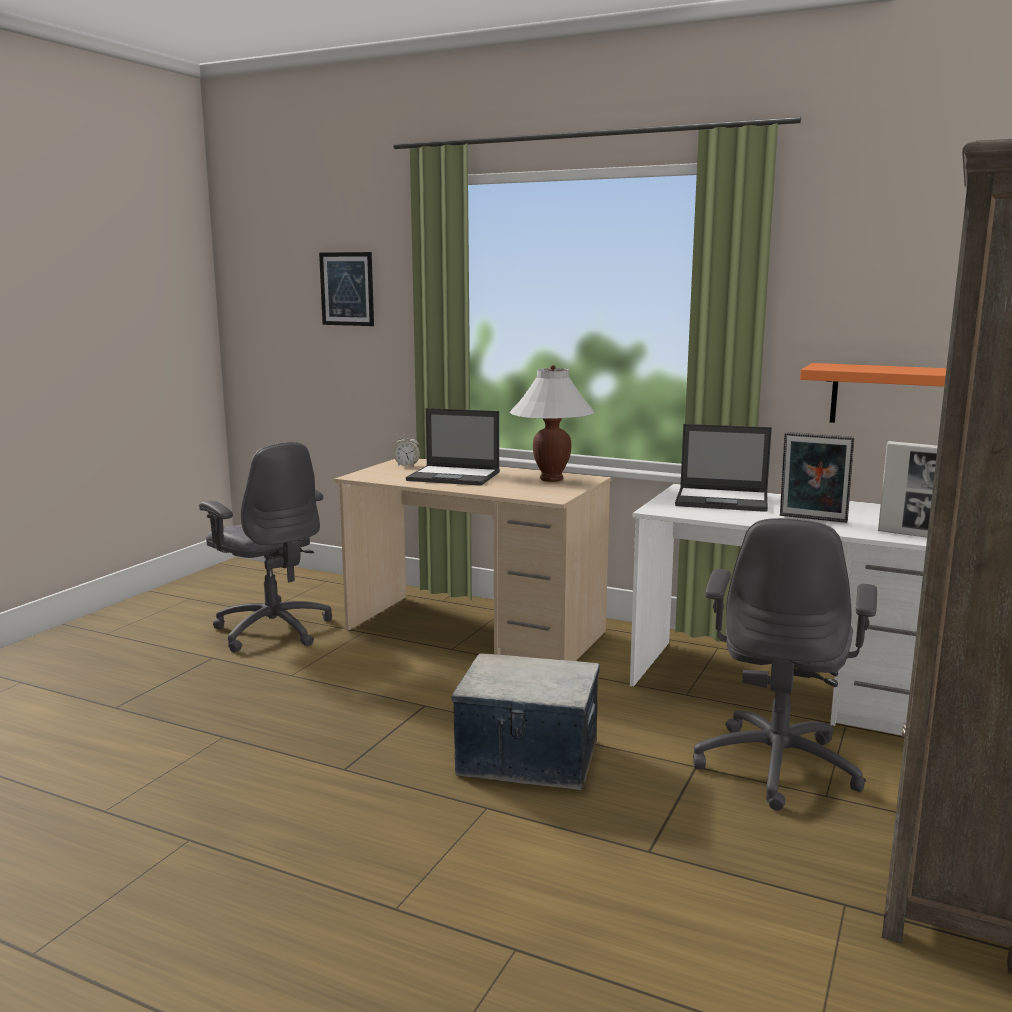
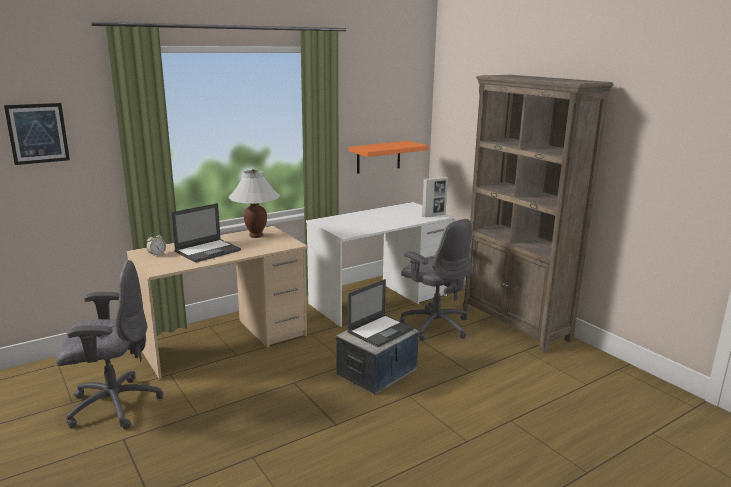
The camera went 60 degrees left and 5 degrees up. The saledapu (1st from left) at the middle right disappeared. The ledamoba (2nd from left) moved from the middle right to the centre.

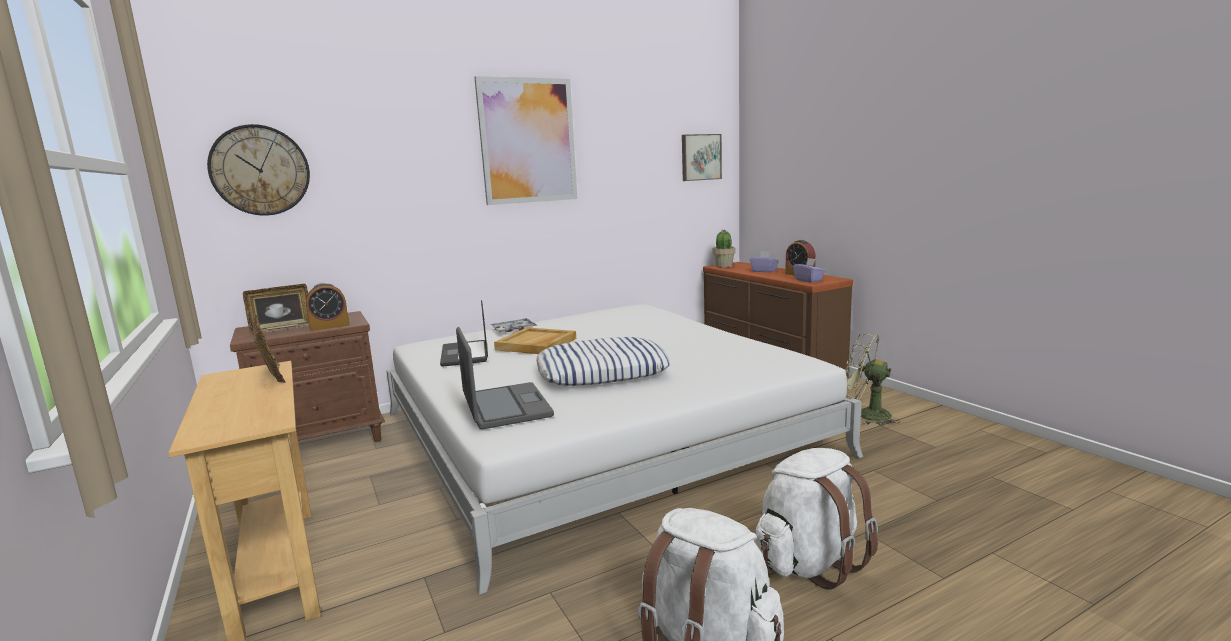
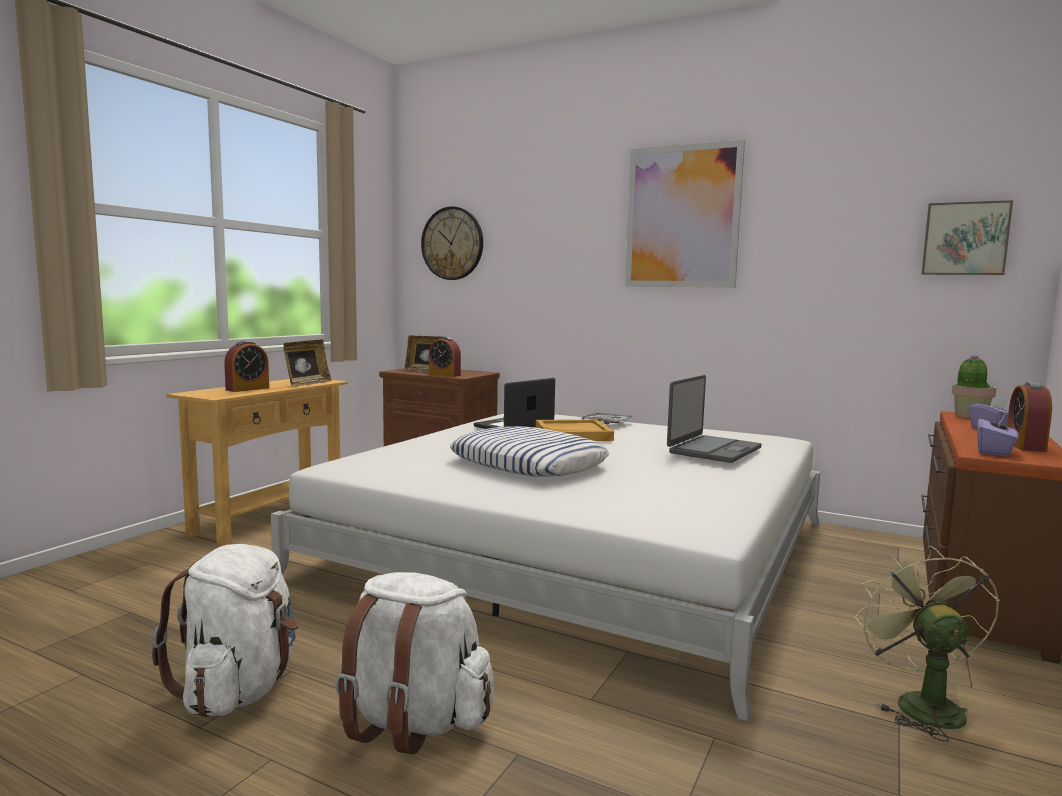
The camera went 55 degrees right and 5 degrees down. The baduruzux (1st from left) at the middle left appeared. The ledamoba (2nd from left) moved from the centre to the middle right.

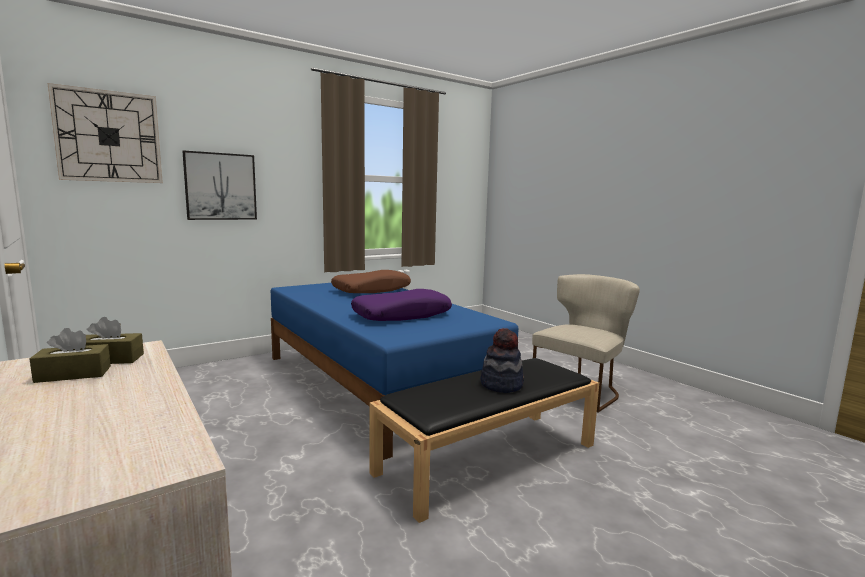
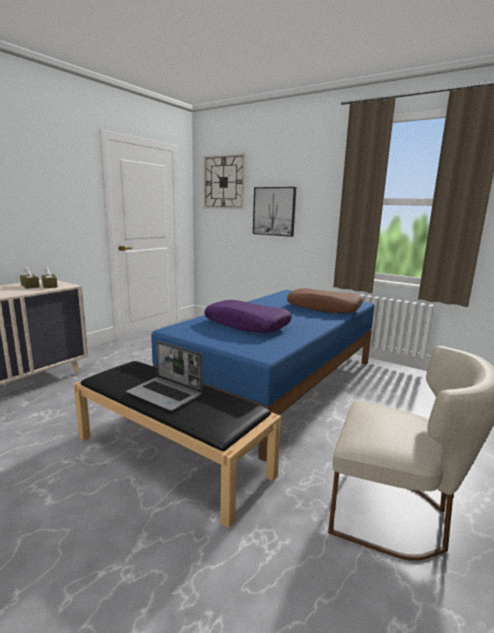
The camera went 70 degrees right and 5 degrees up. The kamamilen at the centre was replaced by the ledamoba at the middle left.

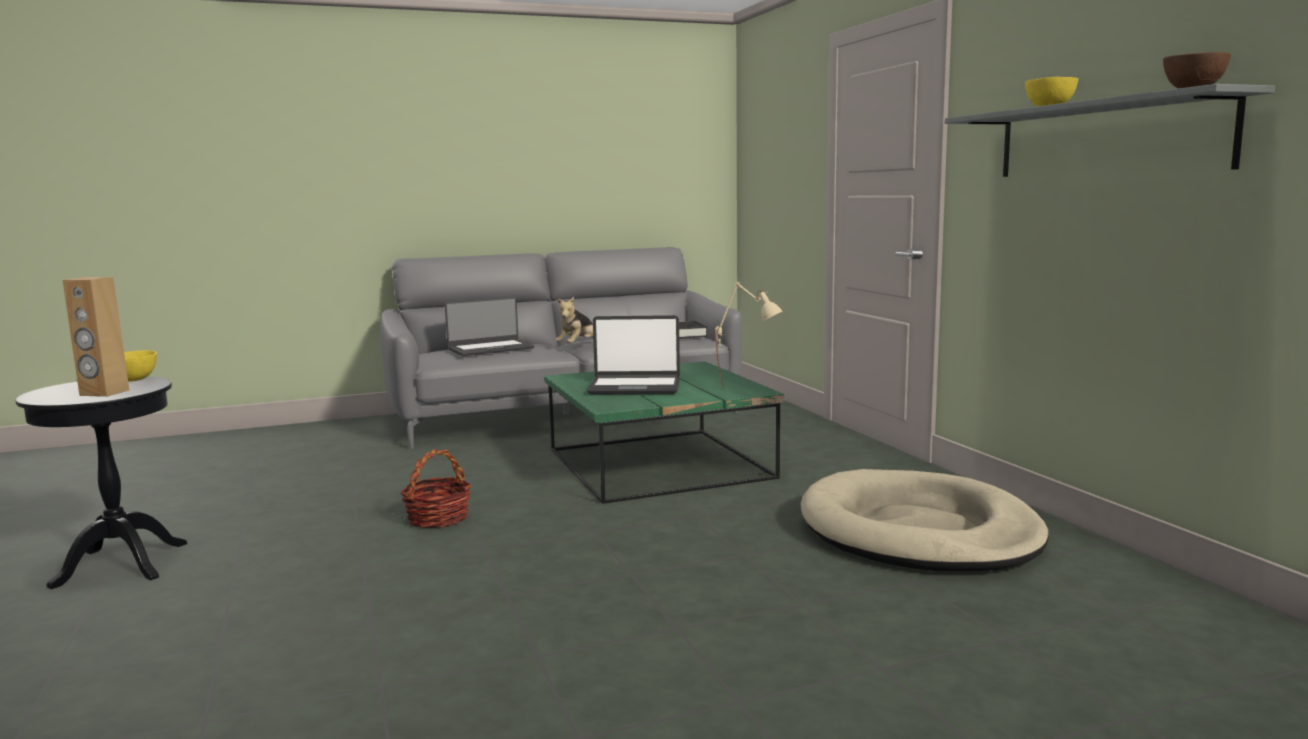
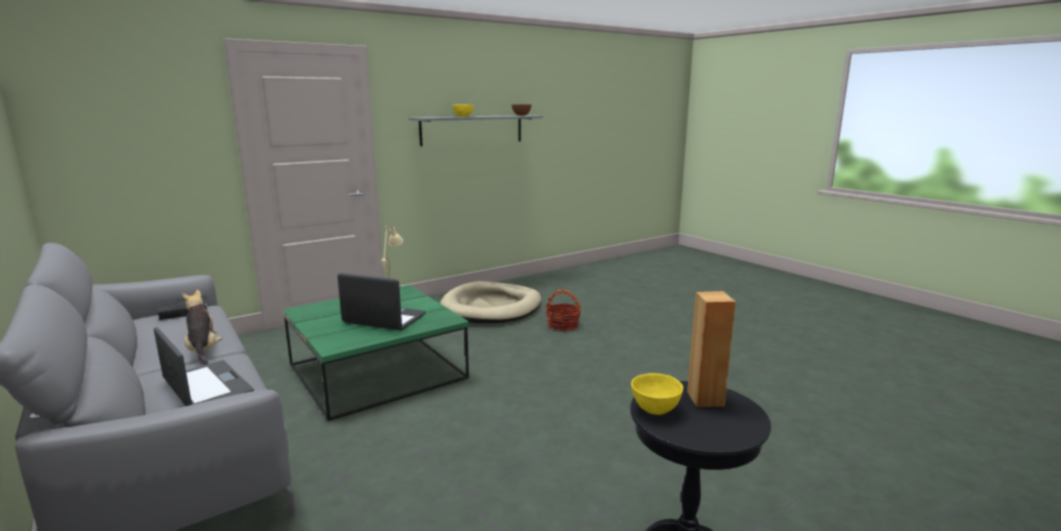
The camera went 105 degrees left and 5 degrees up. The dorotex moved from the middle left to the centre. The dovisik at the centre turned 135 degrees counterclockwise. The ledamoba (2nd from left) at the centre turned 60 degrees counterclockwise.

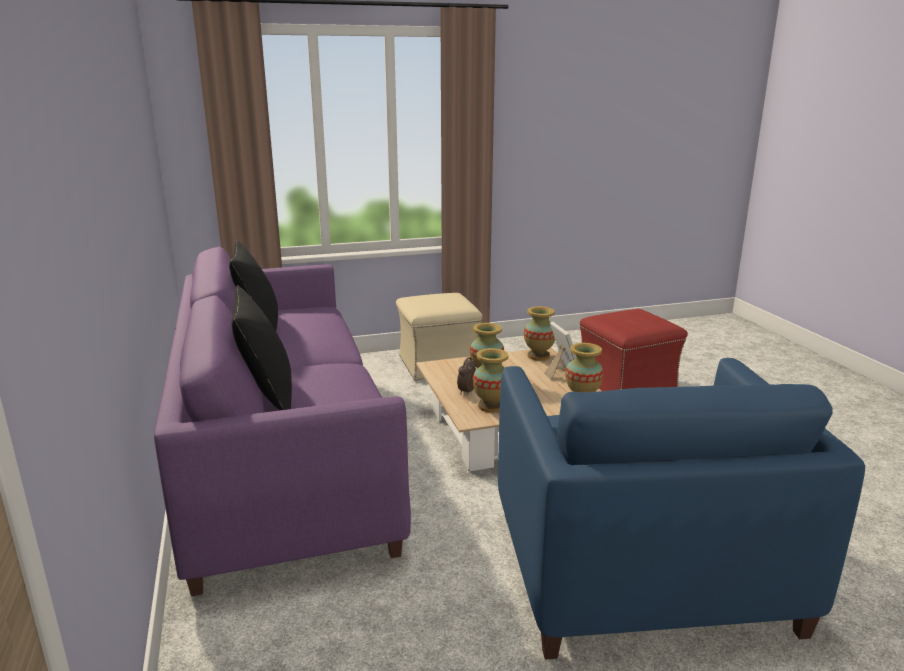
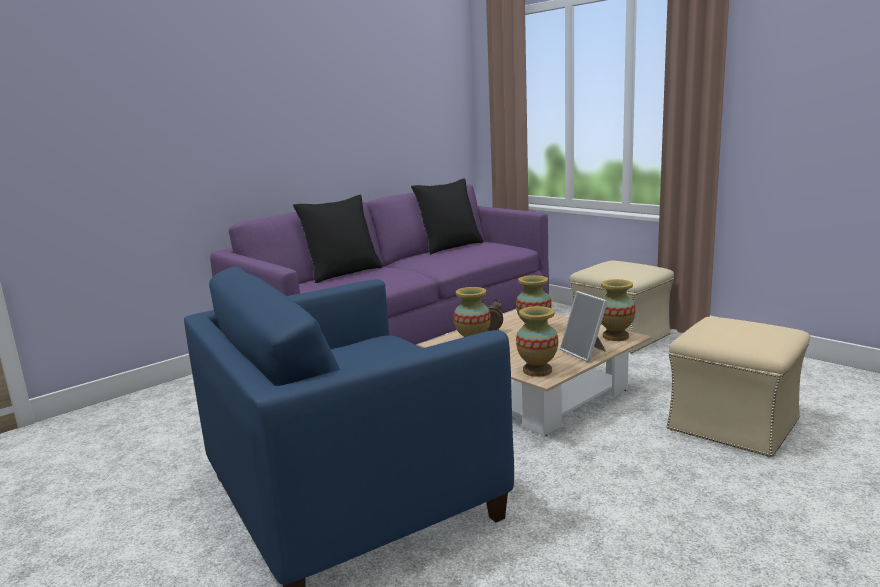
The camera went 65 degrees right and 5 degrees down. The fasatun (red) at the middle right became the fasatun (beige) (2nd from left) at the middle right. The saledapu at the centre turned 105 degrees clockwise.

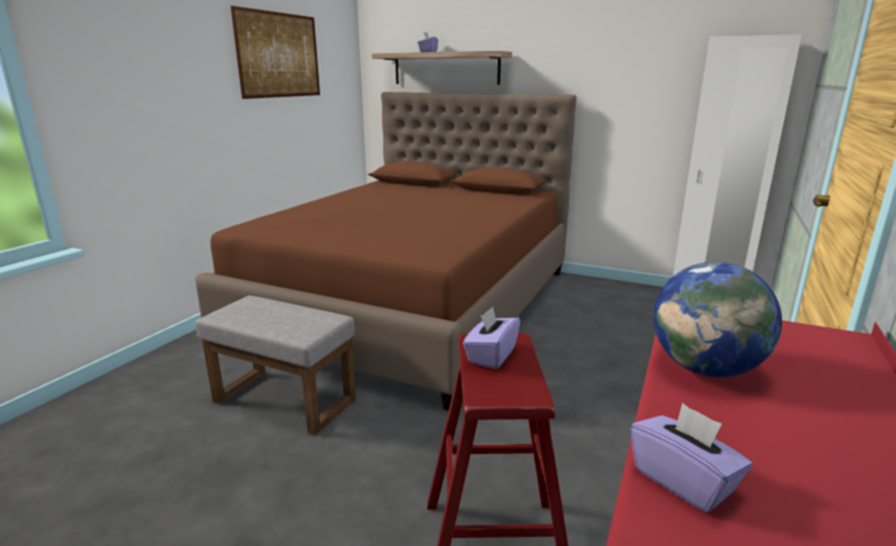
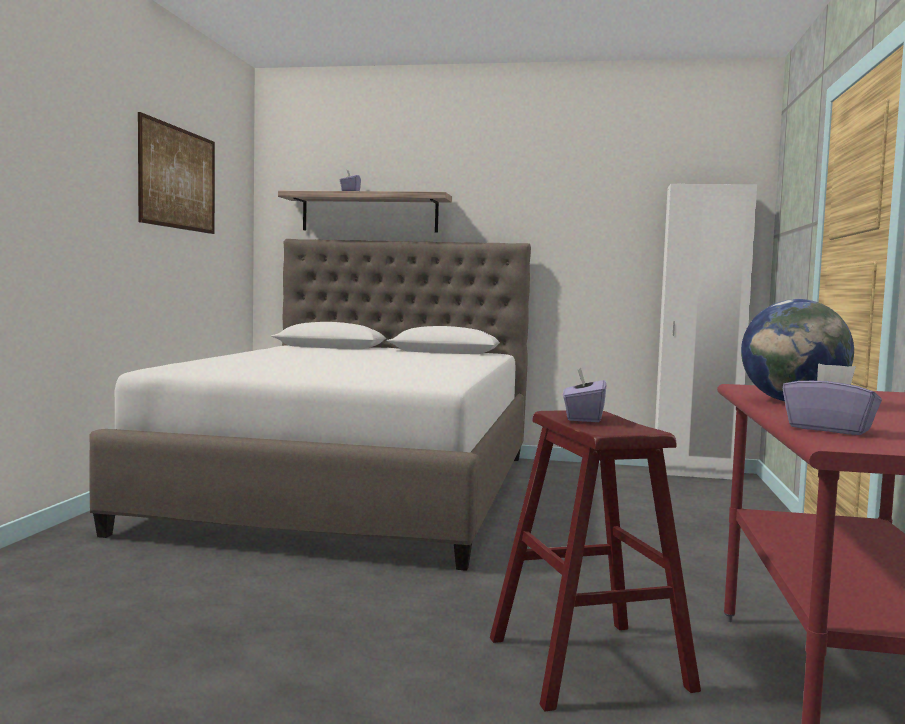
The camera went 15 degrees left and 15 degrees down. The fasatun (grey) at the bottom left disappeared. The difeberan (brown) at the centre became the difeberan (white) at the centre.

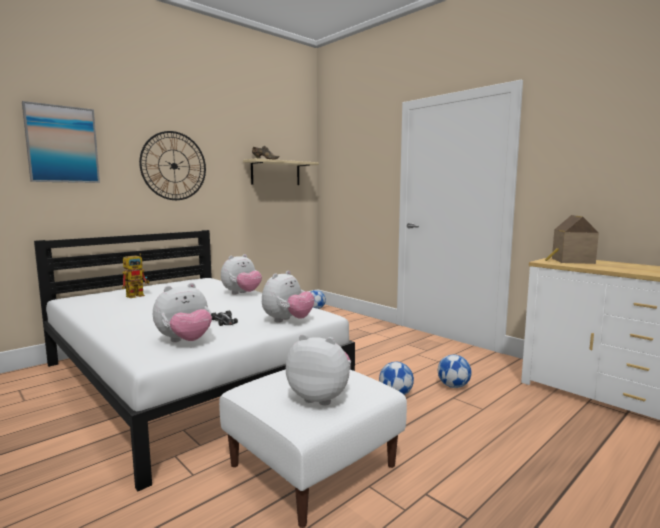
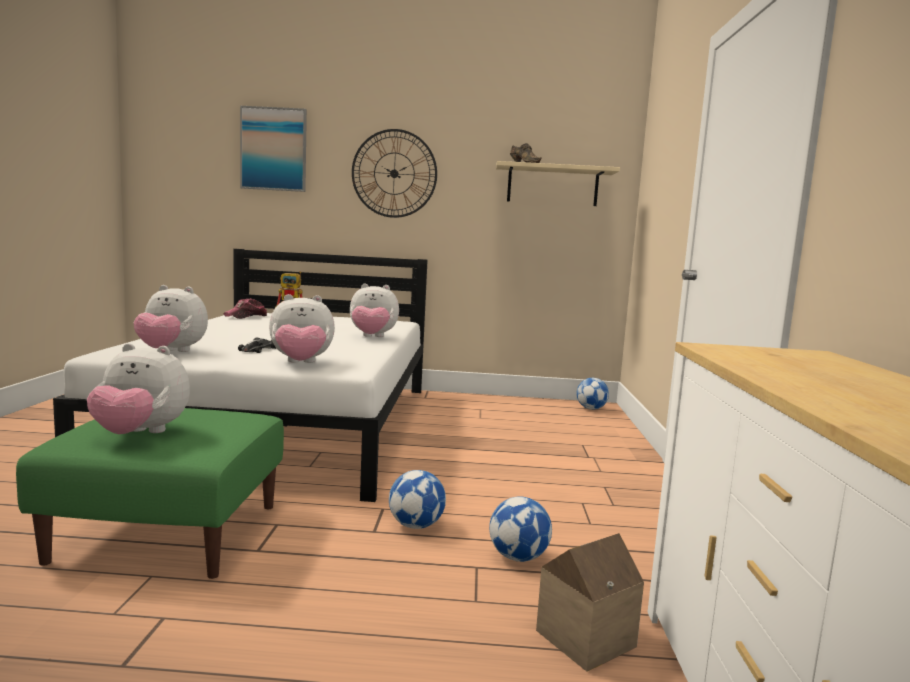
The camera went 45 degrees right and 0 degrees up. The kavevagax at the middle left appeared. The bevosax moved from the middle right to the bottom centre. The fasatun (white) at the bottom centre became the fasatun (green) at the bottom left. The dovisik (4th from left in the first image) at the bottom centre turned 120 degrees clockwise.

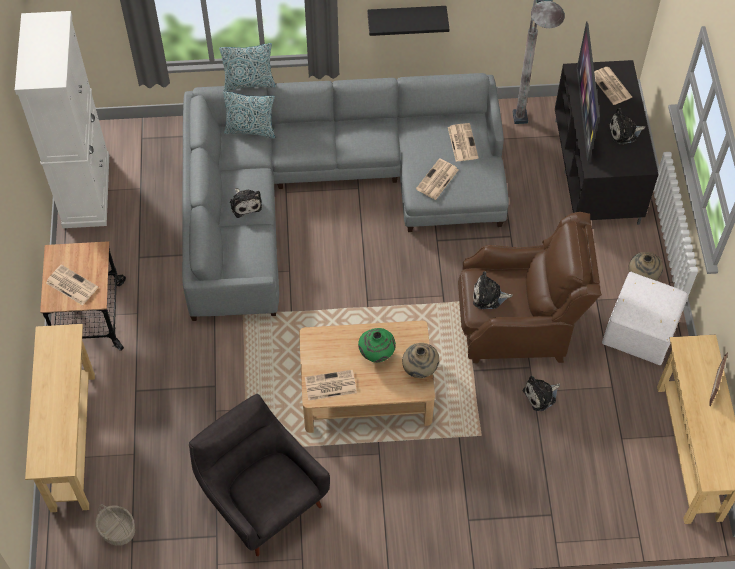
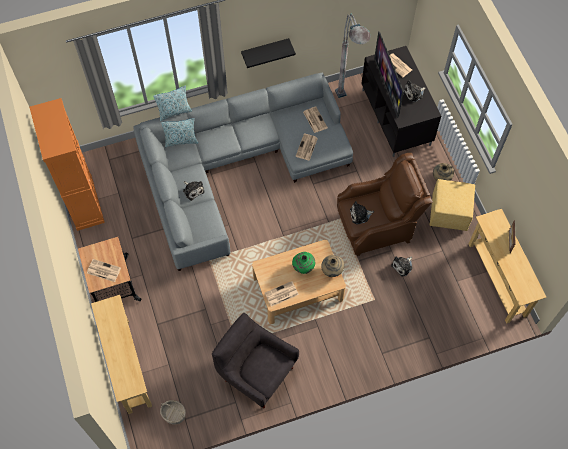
The camera went 15 degrees left and 5 degrees up. The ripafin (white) at the top left became the ripafin (orange) at the middle left. The fasatun (white) at the middle right became the fasatun (yellow) at the middle right.

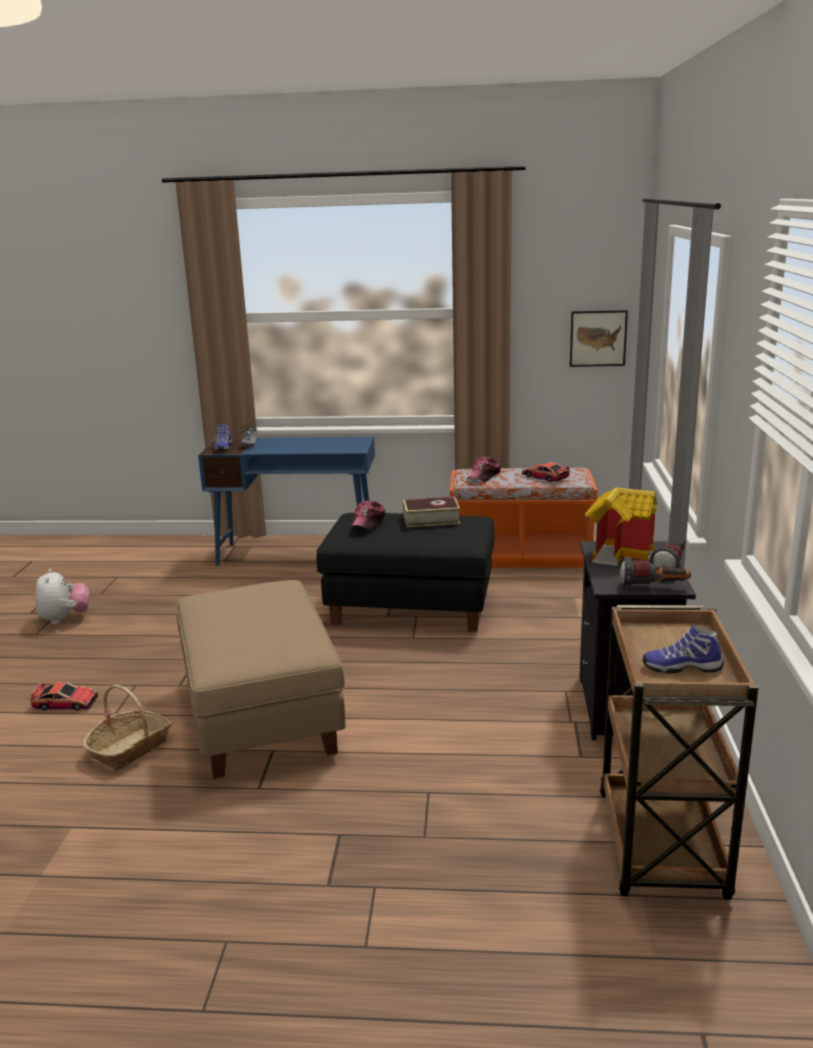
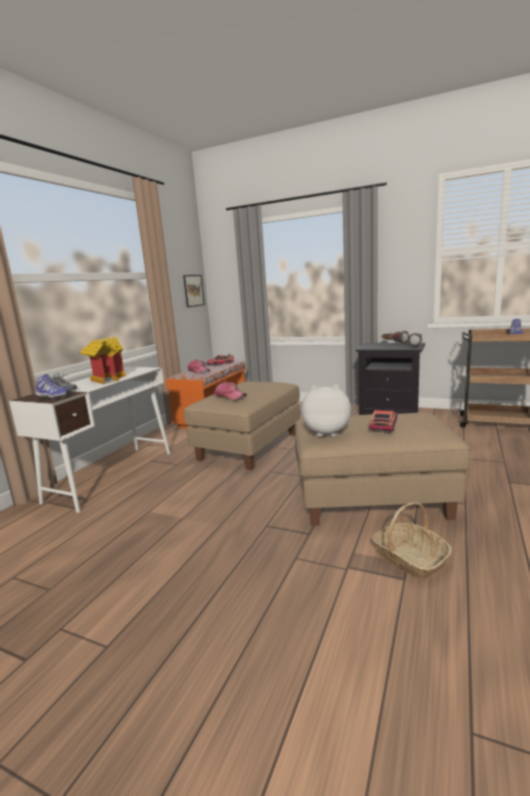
The camera went 70 degrees left and 5 degrees down. The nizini at the centre disappeared. The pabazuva (1st from left in the first image) moved from the middle left to the middle right. The dovisik moved from the middle left to the centre. The bevosax moved from the middle right to the middle left. The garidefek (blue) at the centre became the garidefek (white) at the middle left. The fasatun (black) at the centre became the fasatun (beige) (1st from left) at the centre.

